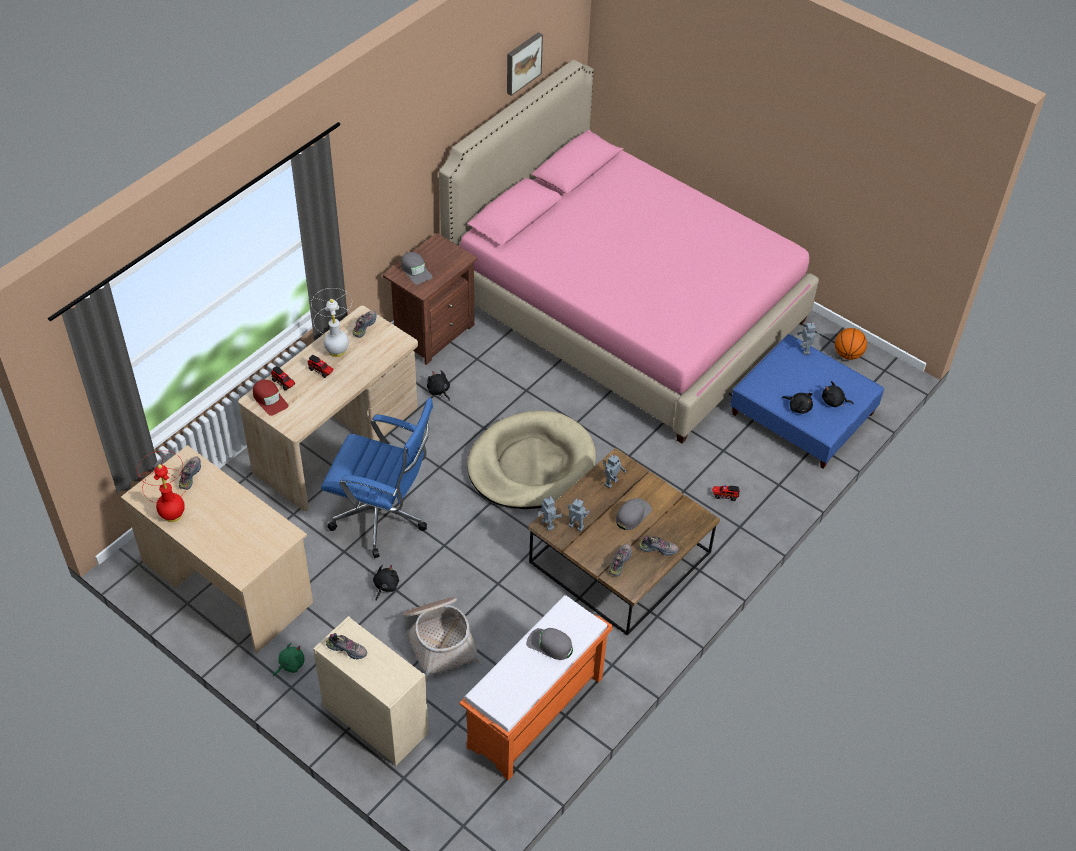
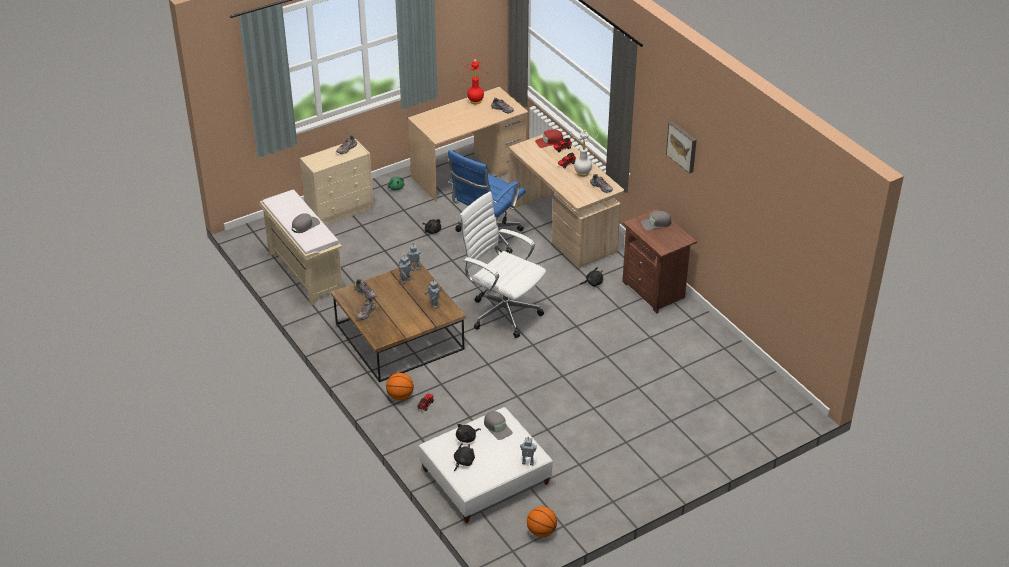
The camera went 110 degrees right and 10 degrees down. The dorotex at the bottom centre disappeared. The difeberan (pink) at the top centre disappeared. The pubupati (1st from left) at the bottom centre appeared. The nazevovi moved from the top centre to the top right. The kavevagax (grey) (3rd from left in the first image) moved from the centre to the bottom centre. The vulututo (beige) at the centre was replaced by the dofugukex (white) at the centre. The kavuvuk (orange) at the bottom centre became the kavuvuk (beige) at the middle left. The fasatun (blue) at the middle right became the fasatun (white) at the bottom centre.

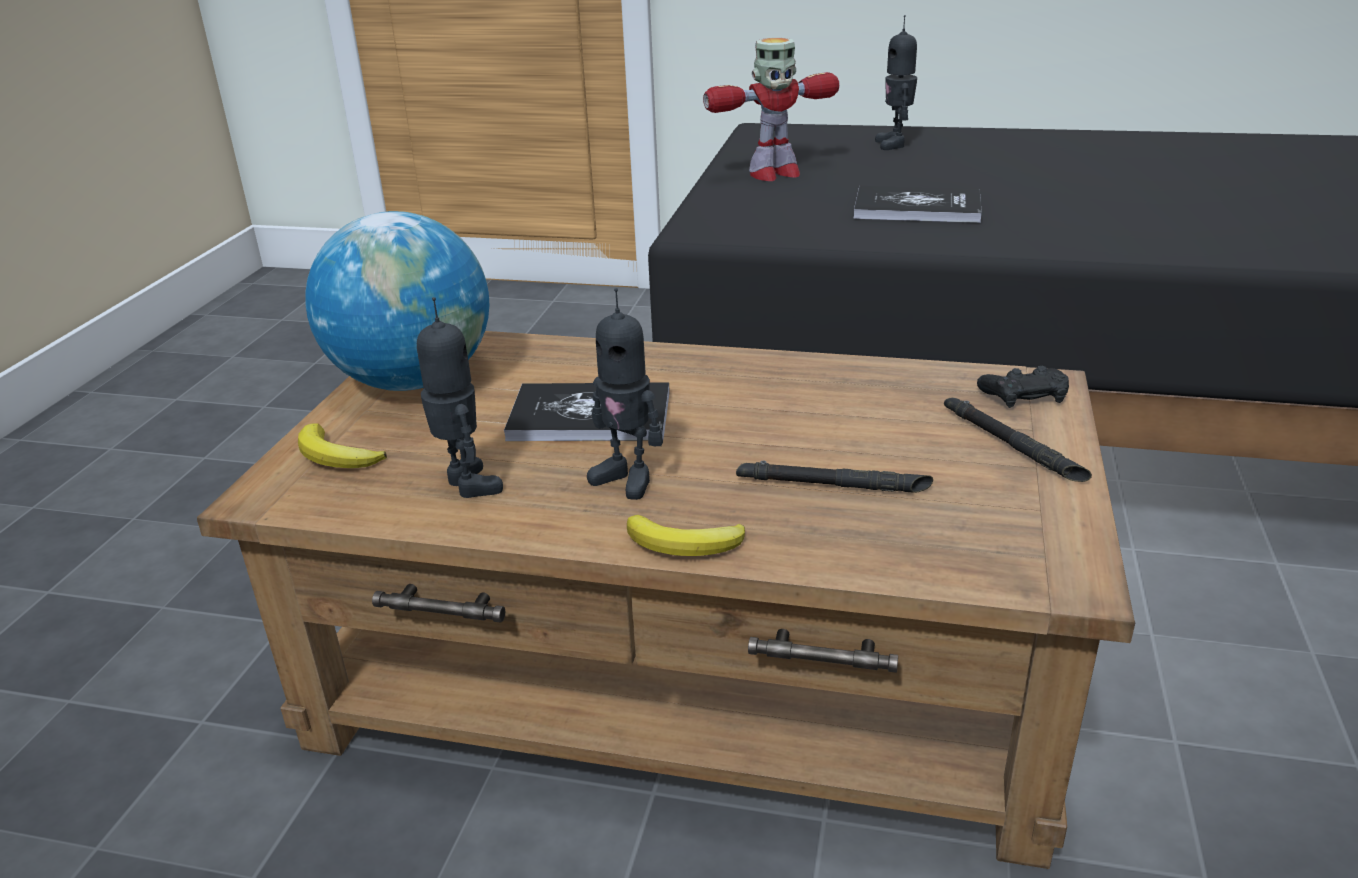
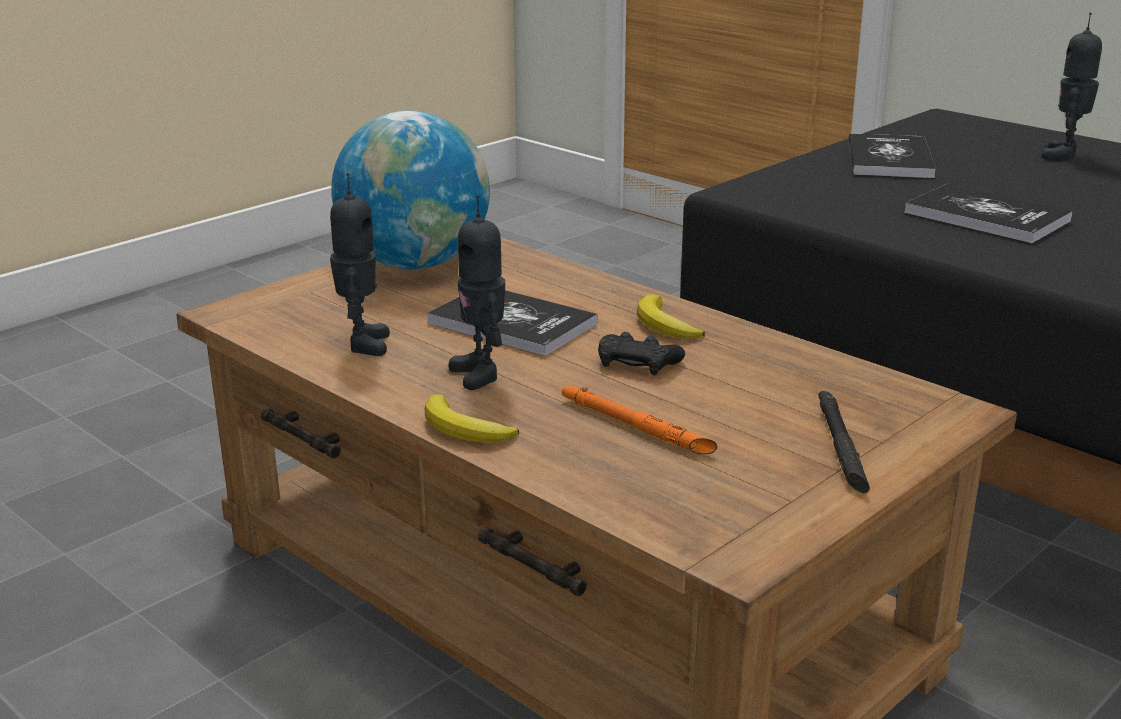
The camera went 30 degrees right and 5 degrees down. The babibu (1st from left in the first image) moved from the middle left to the centre. The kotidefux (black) moved from the middle right to the centre. The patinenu (3rd from left) at the top centre was replaced by the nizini (2nd from left) at the top right. The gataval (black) (1st from left) at the centre became the gataval (orange) at the centre.

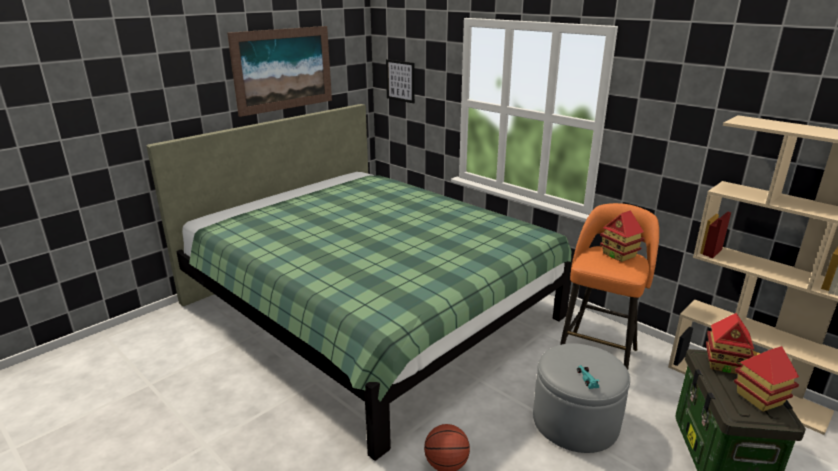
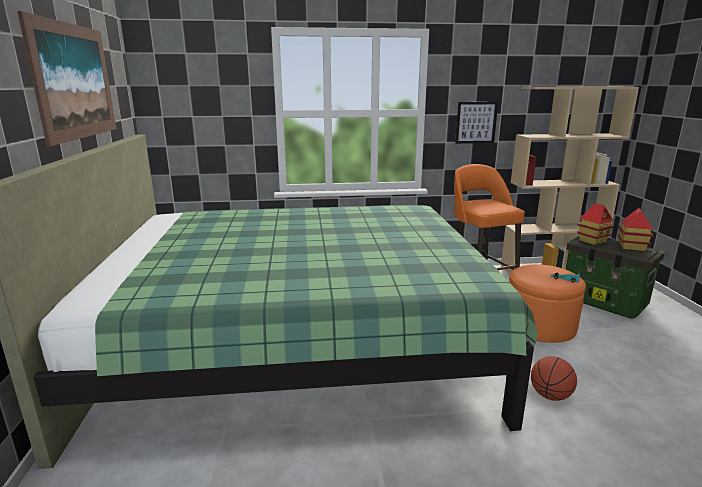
The camera went 50 degrees left and 5 degrees down. The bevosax (1st from left) at the middle right disappeared. The nazevovi (2nd from left) moved from the top centre to the top right. The fasatun (grey) at the bottom right became the fasatun (orange) at the middle right.

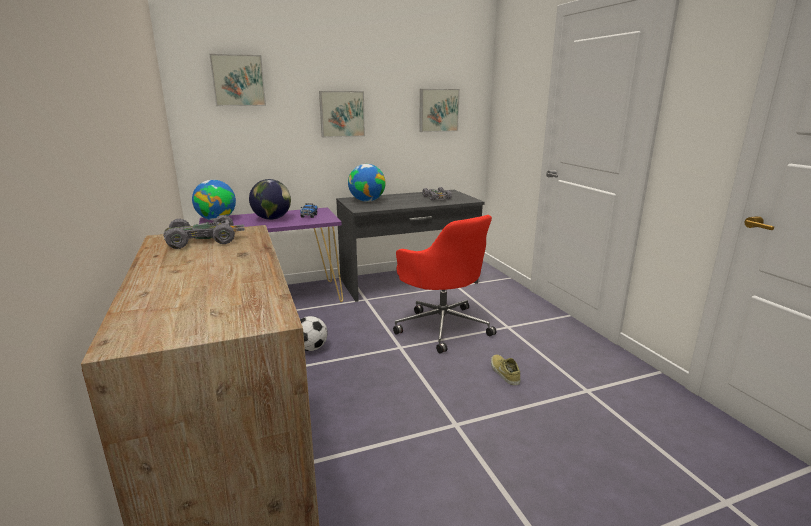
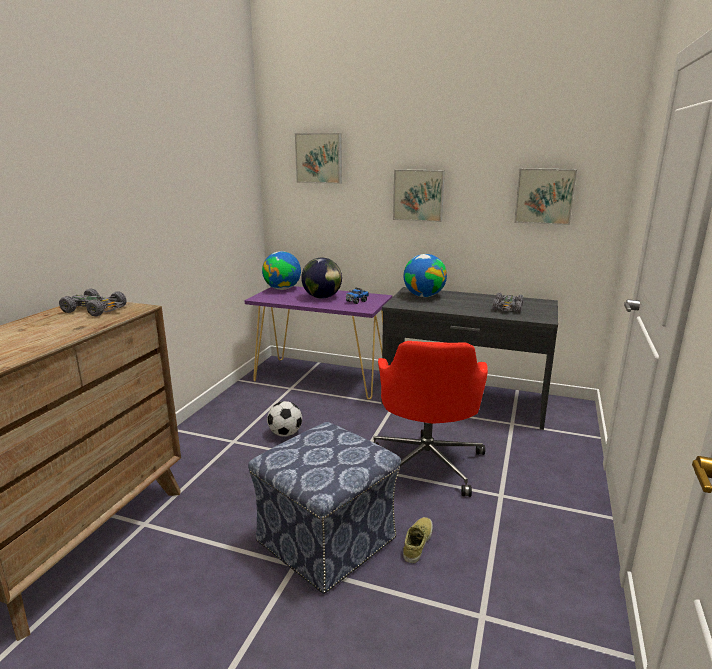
The camera went 40 degrees right and 0 degrees up. The fasatun at the bottom centre appeared.

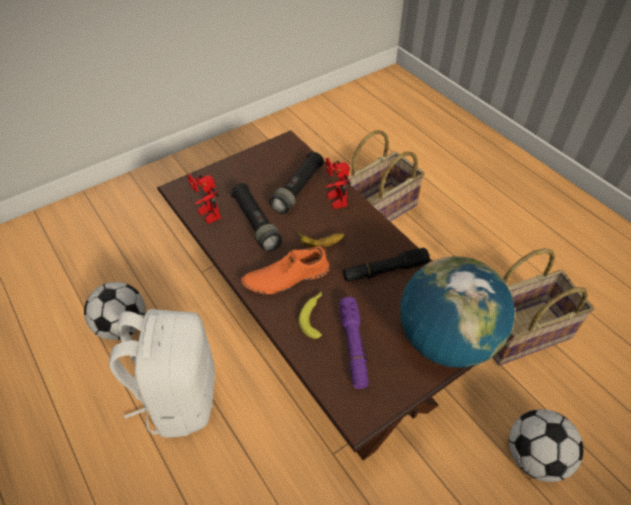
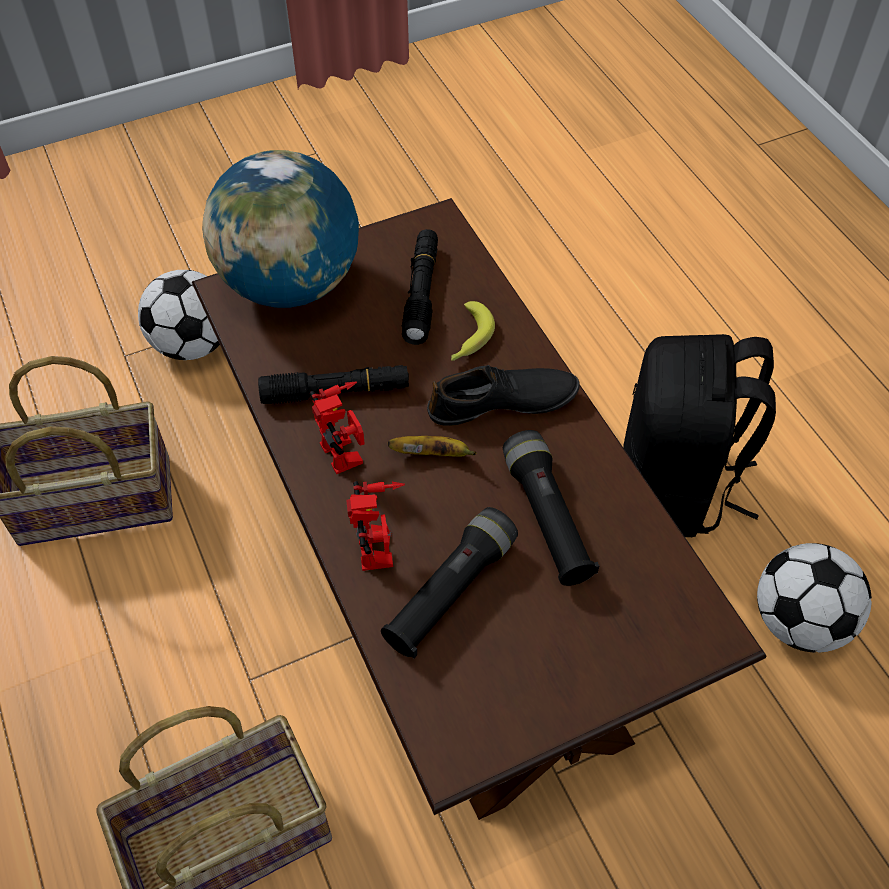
The camera went 170 degrees left and 5 degrees up. The patinenu (1st from left) moved from the middle left to the centre. The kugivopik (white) at the bottom left became the kugivopik (black) at the middle right. The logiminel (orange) at the centre became the logiminel (black) at the centre. The gataval (purple) at the bottom centre became the gataval (black) (2nd from left) at the top centre.

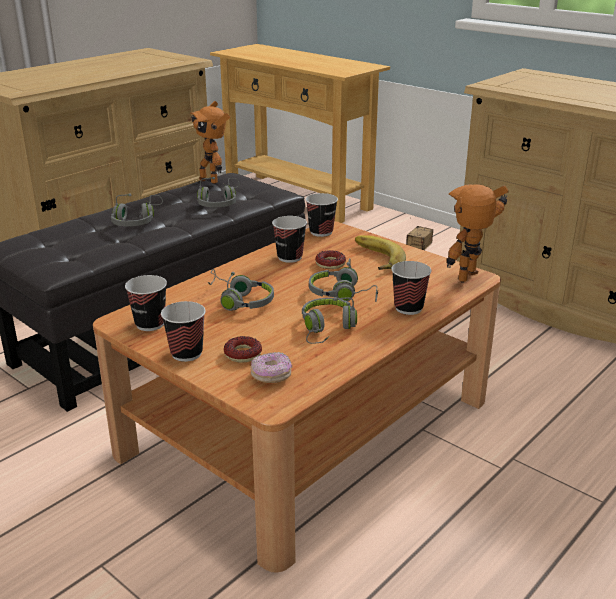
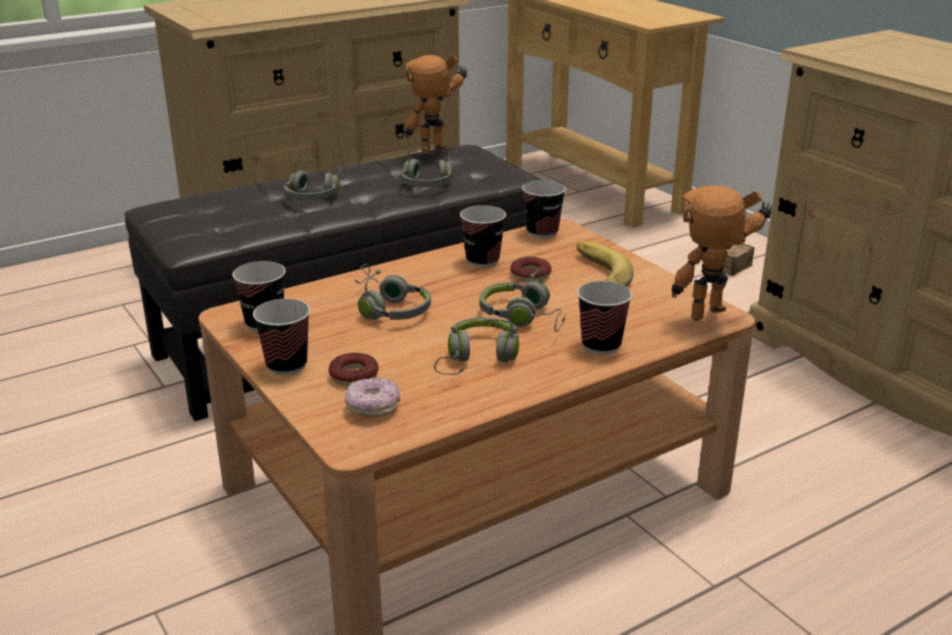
The camera went 15 degrees right and 0 degrees up. The patinenu (1st from left) at the top centre turned 75 degrees clockwise.

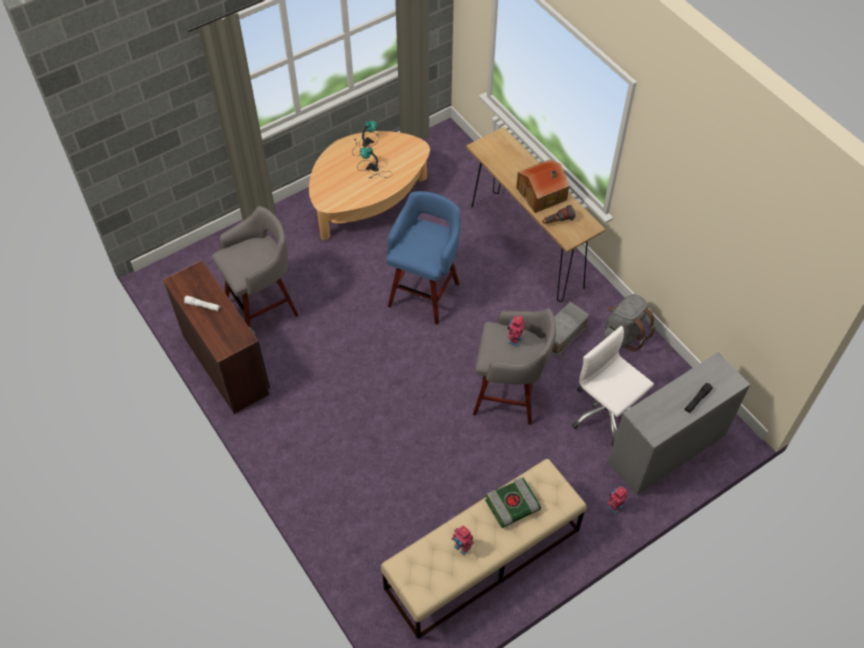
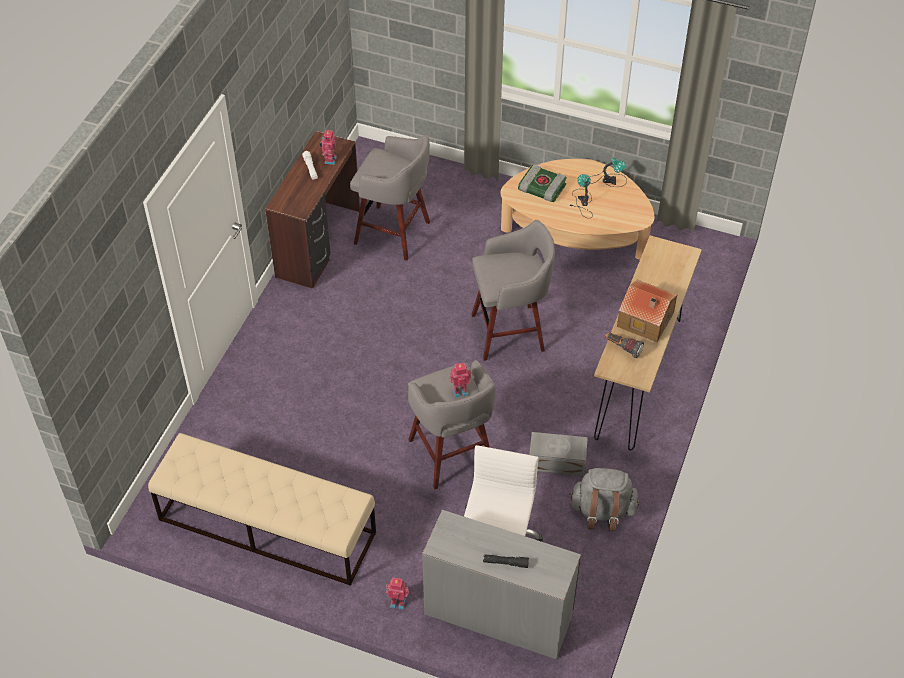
The camera went 55 degrees right and 5 degrees down. The patinenu (1st from left) moved from the bottom centre to the top centre. The nizini moved from the bottom centre to the top centre. The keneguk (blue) at the centre became the keneguk (grey) (3rd from left) at the centre.

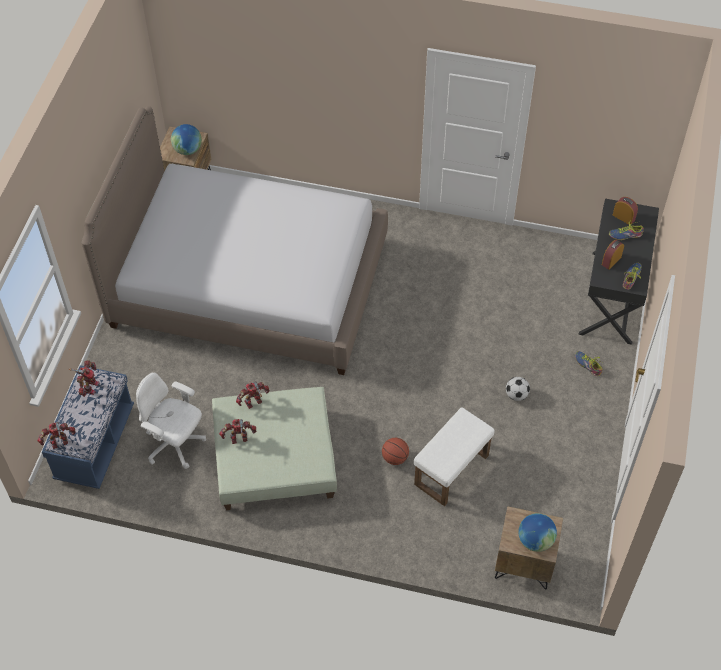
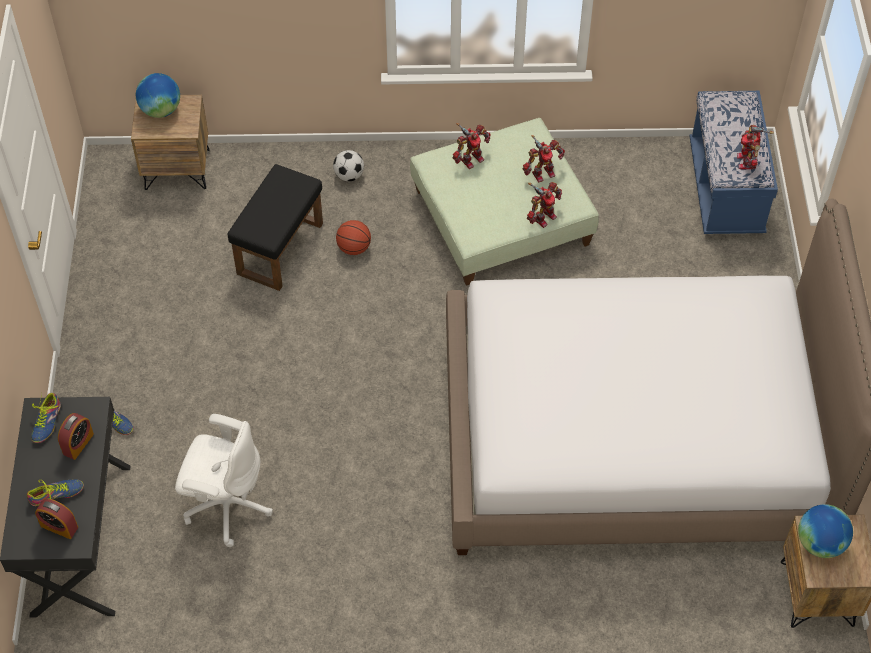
The camera went 165 degrees right and 0 degrees up. The patinenu (1st from left) moved from the middle left to the top centre. The dofugukex (white) moved from the middle left to the bottom left. The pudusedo moved from the middle right to the top centre. The fasatun (white) at the bottom centre became the fasatun (black) at the middle left.

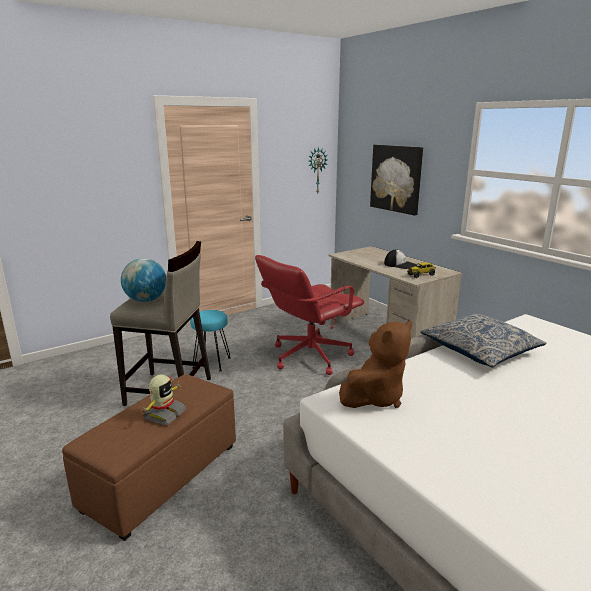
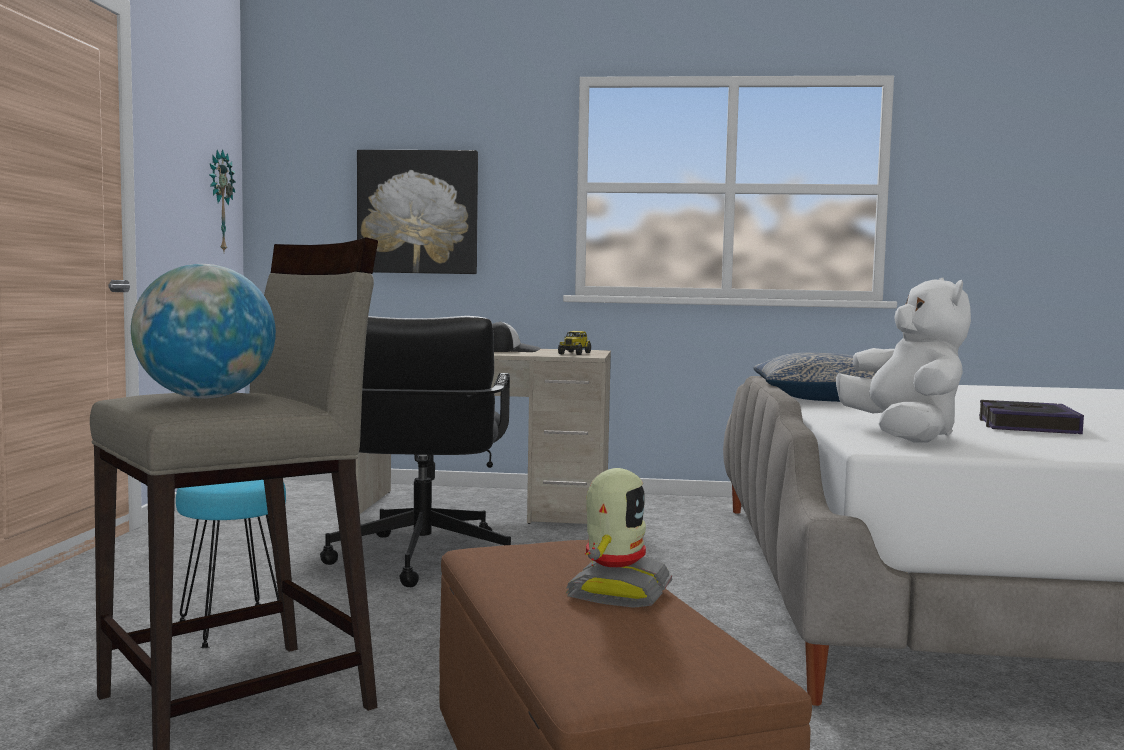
The camera went 50 degrees left and 15 degrees down. The nizini at the middle right appeared. The dofugukex (red) at the centre became the dofugukex (black) at the centre. The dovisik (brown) at the centre became the dovisik (white) at the middle right. The patinenu at the bottom left turned 45 degrees clockwise.

